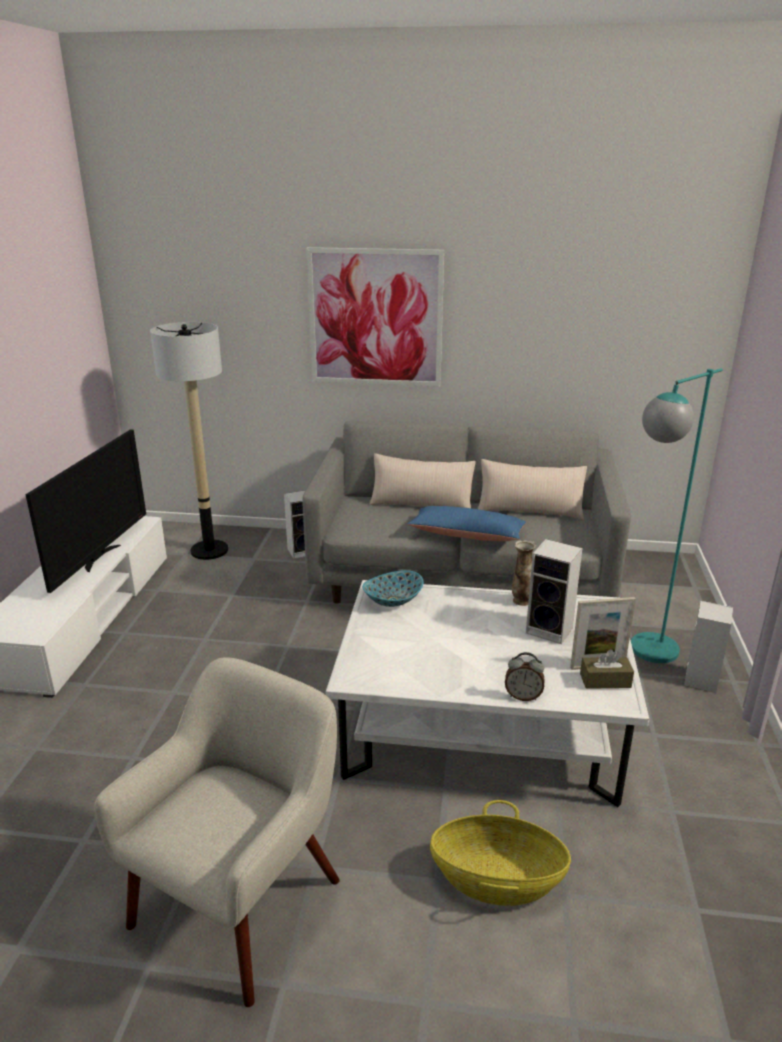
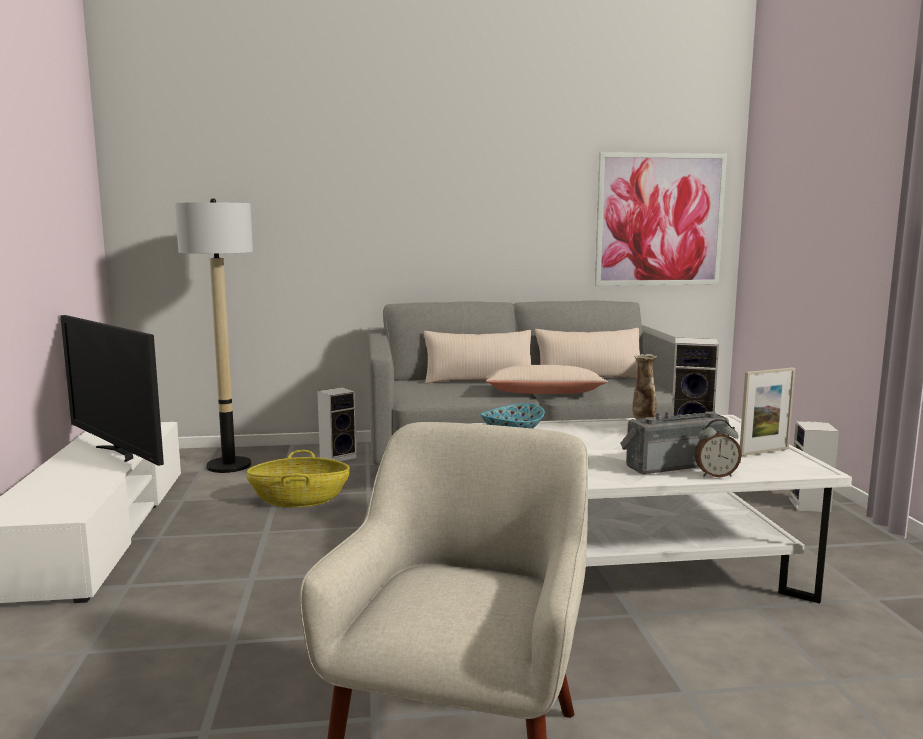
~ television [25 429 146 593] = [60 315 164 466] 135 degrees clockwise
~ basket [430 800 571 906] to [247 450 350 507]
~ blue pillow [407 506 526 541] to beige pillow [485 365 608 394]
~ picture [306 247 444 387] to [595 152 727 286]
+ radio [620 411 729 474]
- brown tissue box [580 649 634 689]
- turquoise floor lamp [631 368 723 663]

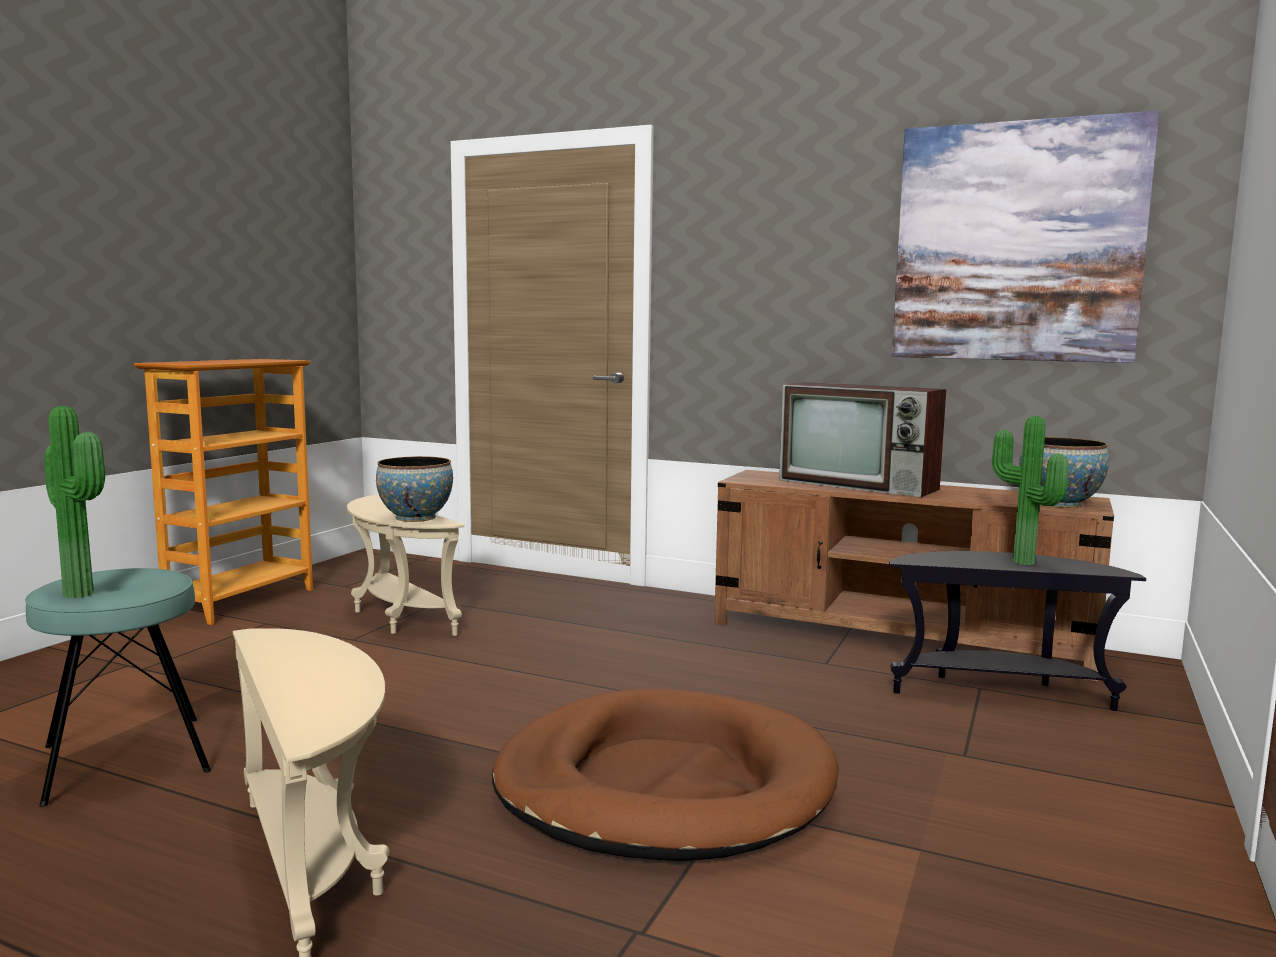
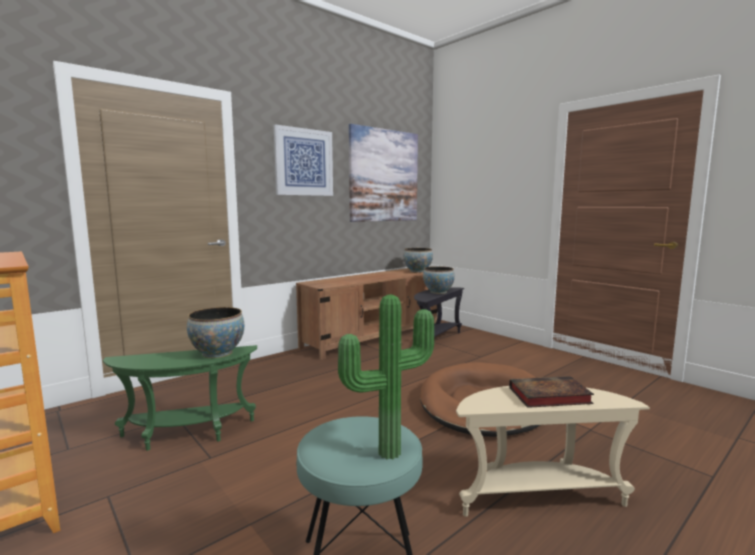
~ beige side table [347 495 464 636] to green side table [103 345 257 451]
+ picture [274 124 333 196]
~ potted plant [992 416 1069 565] to bowl [423 266 455 294]
+ book [509 376 594 408]
- television [779 382 946 497]

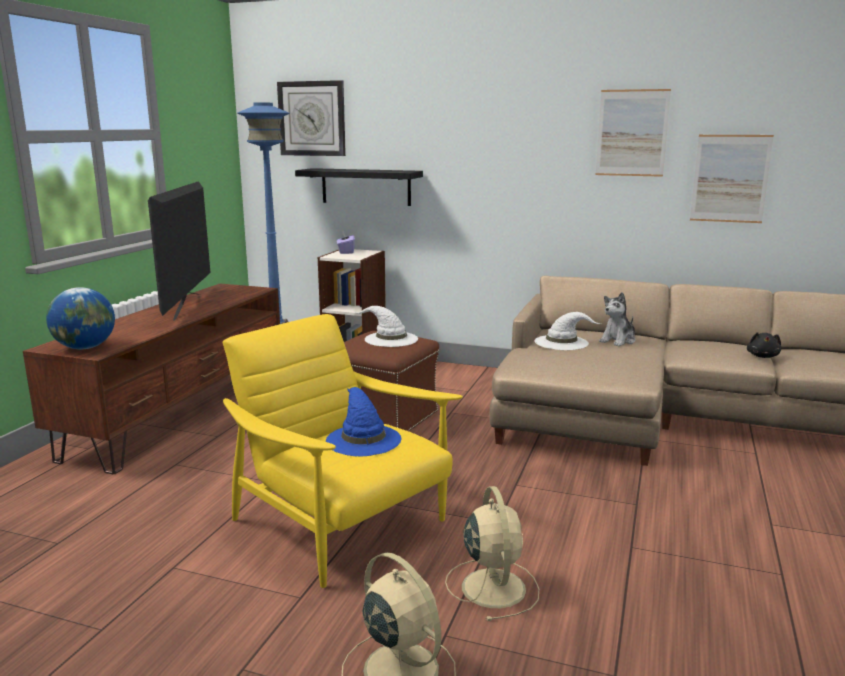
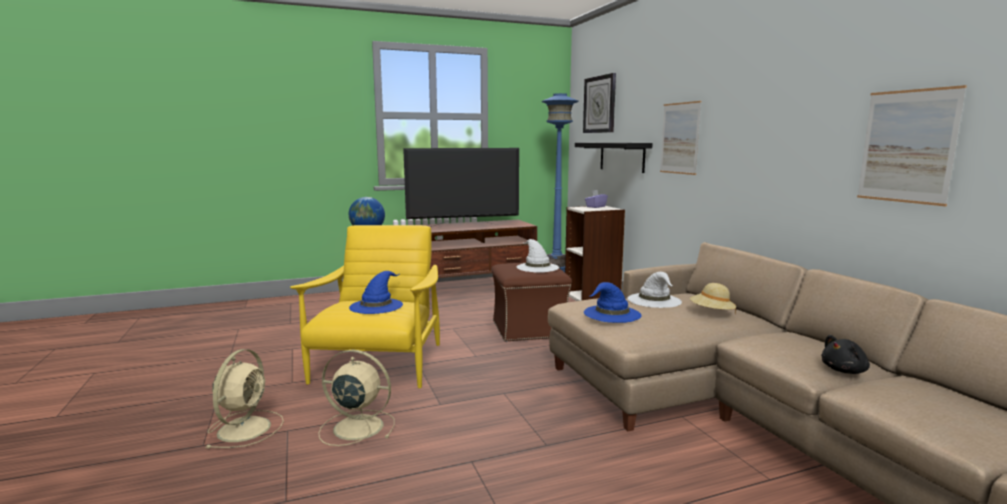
~ beige fan [445 486 539 621] = [318 350 395 446] 120 degrees counterclockwise
~ television [148 181 211 321] = [403 148 519 227] 150 degrees counterclockwise
+ blue hat [584 282 642 323]
~ picture [596 89 671 177] to [660 101 701 175]
~ plush toy [599 292 636 346] to beige hat [690 283 736 314]

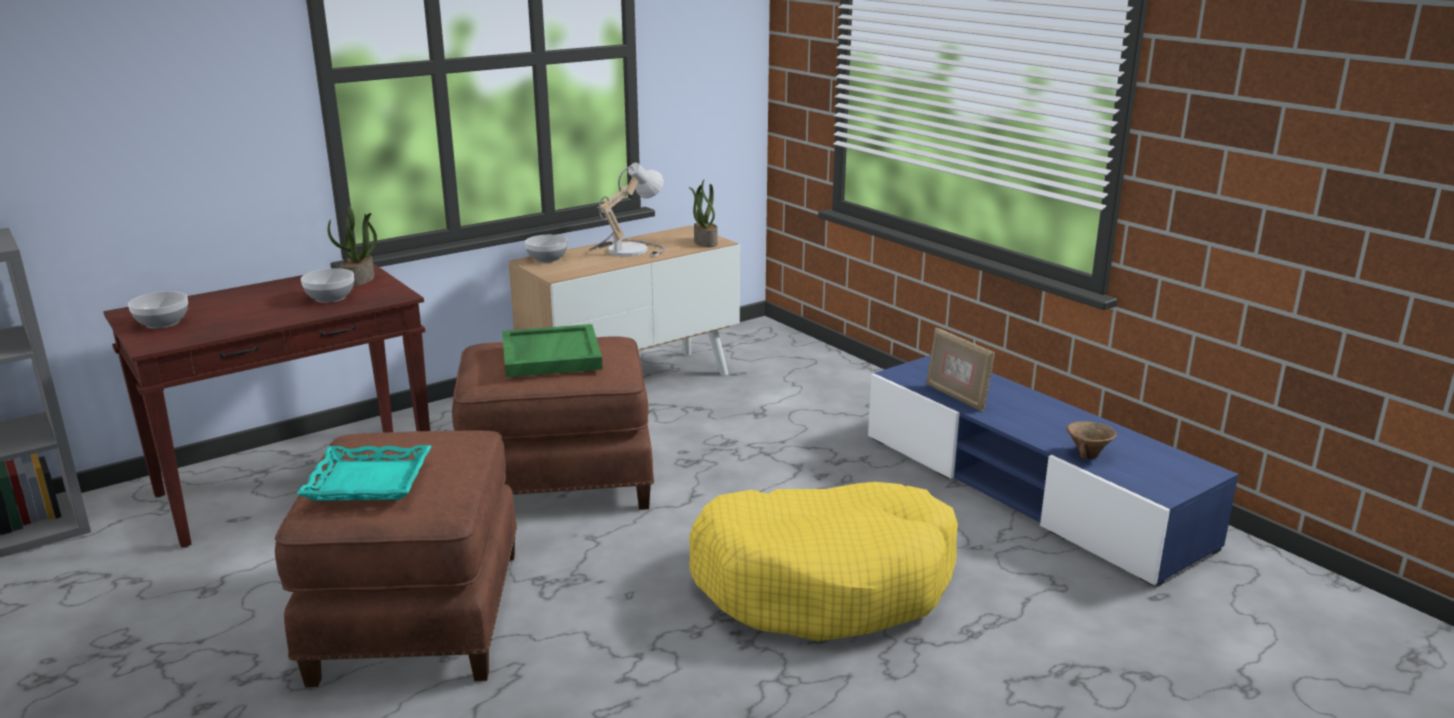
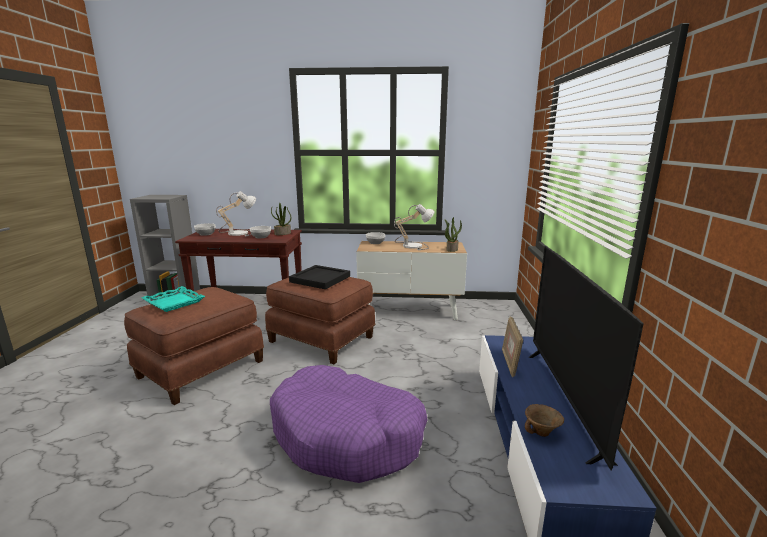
+ table lamp [216 191 256 236]
~ yellow dog bed [689 482 958 641] to purple dog bed [270 365 428 483]
~ green tray [502 324 603 377] to black tray [289 265 350 289]
+ television [529 246 644 470]

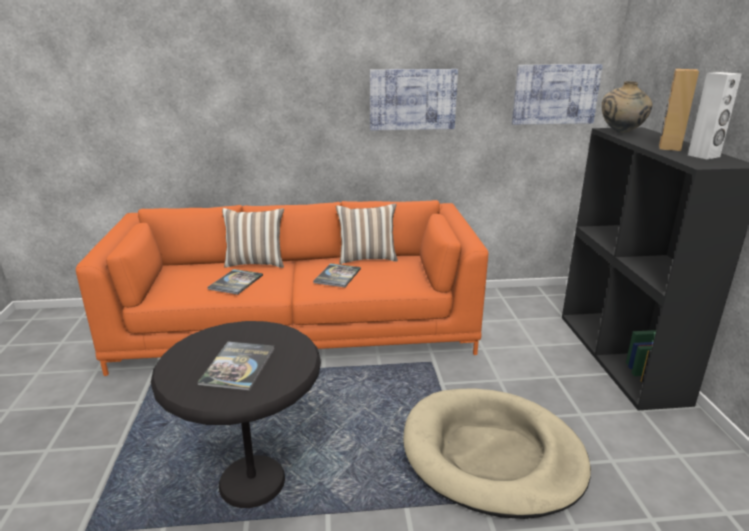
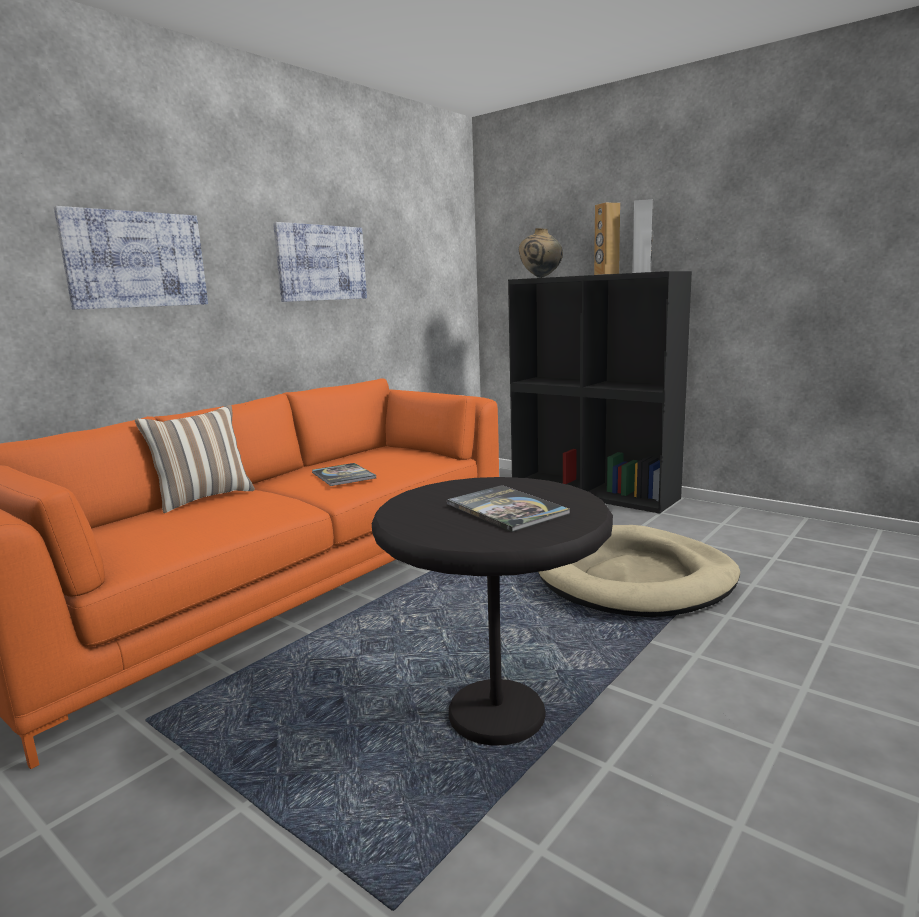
~ picture [512 64 603 125] to [54 206 208 310]
- book [207 269 263 295]
- pillow [336 203 398 264]

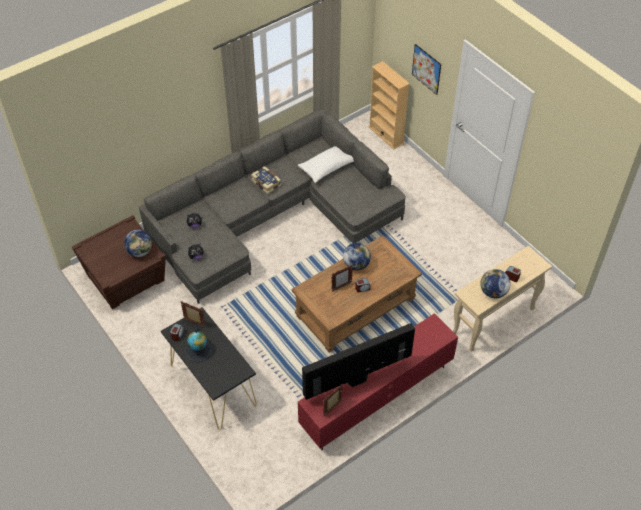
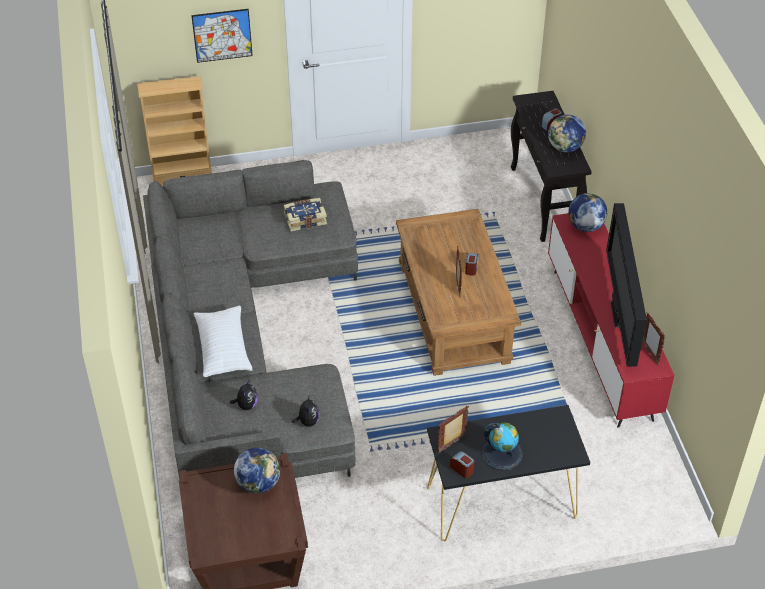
~ white pillow [298 146 354 183] to [194 306 253 377]
~ book [251 166 281 194] to [284 198 327 232]
~ beige console table [453 246 552 352] to black console table [511 91 592 242]
~ globe [343 243 371 270] to [568 193 608 232]

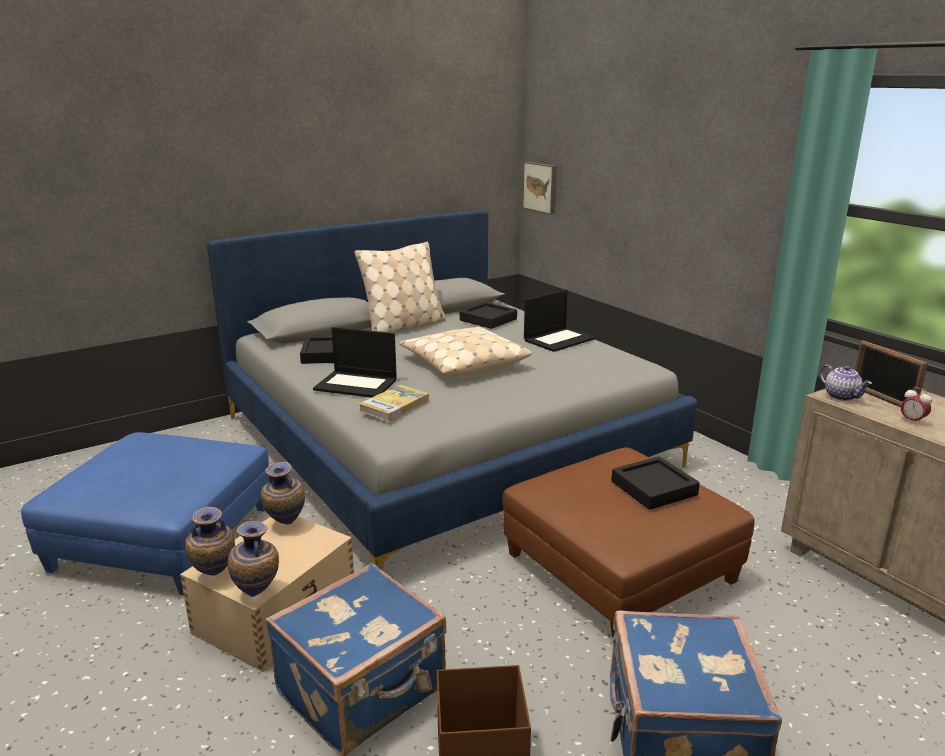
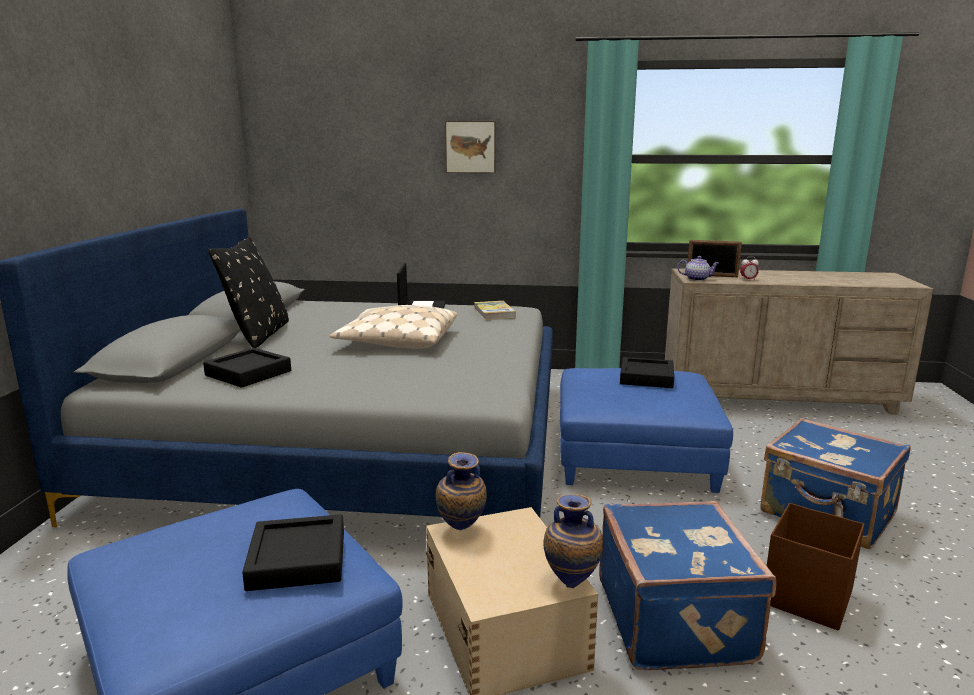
~ beige pillow [355 242 446 333] to black pillow [208 237 289 348]
~ black tray [460 302 517 329] to [242 514 344 591]
~ picture [522 162 557 214] to [445 121 496 173]
~ book [359 385 429 421] to [474 301 516 320]
~ brown ottoman [502 447 754 638] to blue ottoman [560 368 733 493]
- vase [185 507 235 575]
- laptop [313 327 397 398]

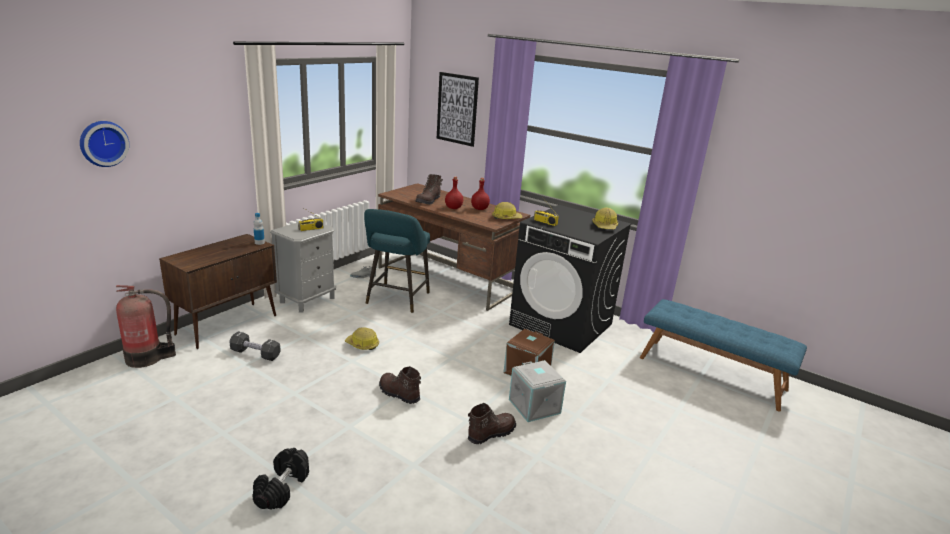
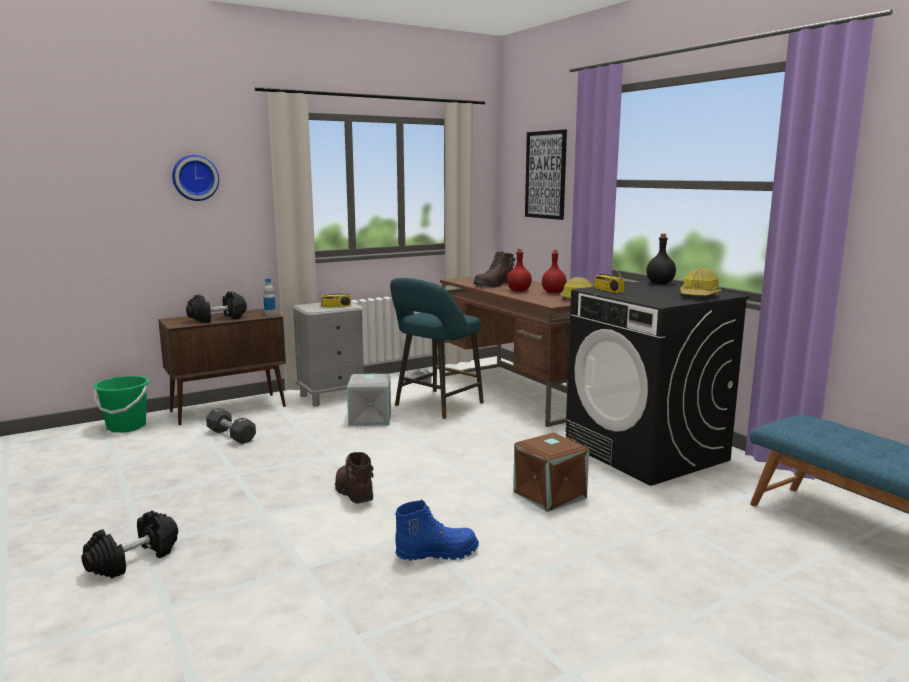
~ fire extinguisher [116 285 176 368] to green bucket [94 376 149 433]
~ wall clock [80 121 129 167] to [172 155 219 201]
+ black dumbbell [186 291 247 323]
~ grey storage box [509 360 566 422] to [347 374 391 426]
~ brown boot [468 403 516 444] to blue boot [395 500 479 560]
+ black bottle [646 234 676 284]
- hard hat [345 327 379 350]

